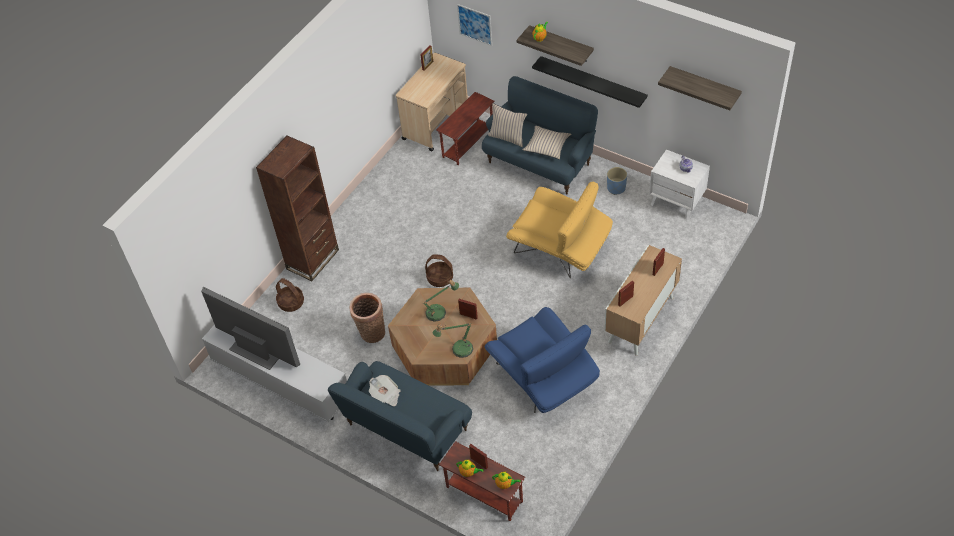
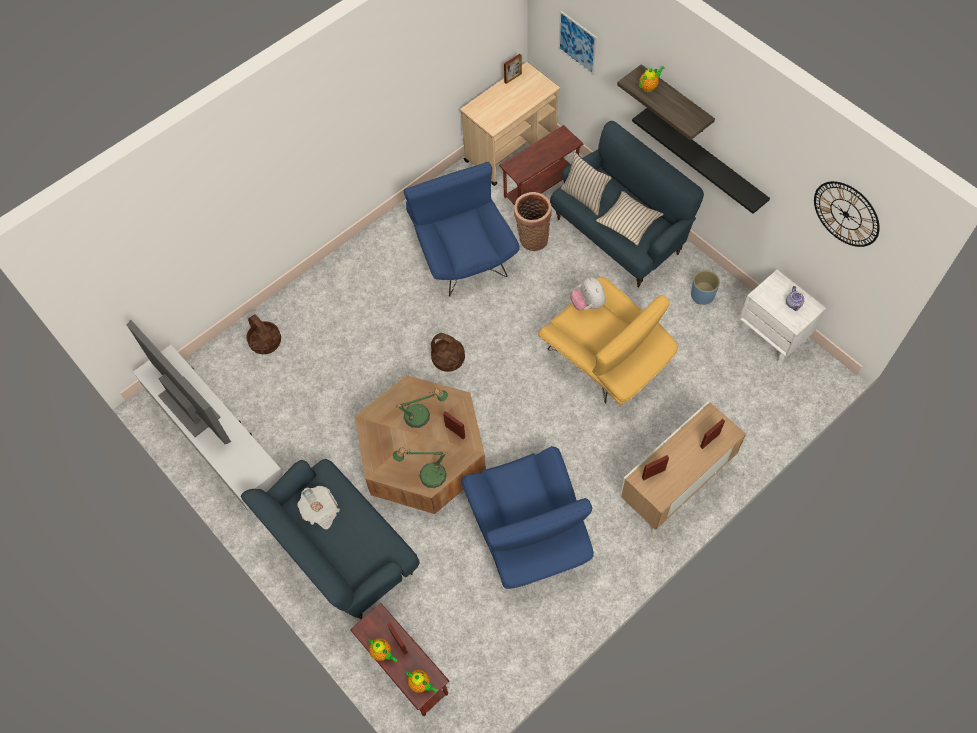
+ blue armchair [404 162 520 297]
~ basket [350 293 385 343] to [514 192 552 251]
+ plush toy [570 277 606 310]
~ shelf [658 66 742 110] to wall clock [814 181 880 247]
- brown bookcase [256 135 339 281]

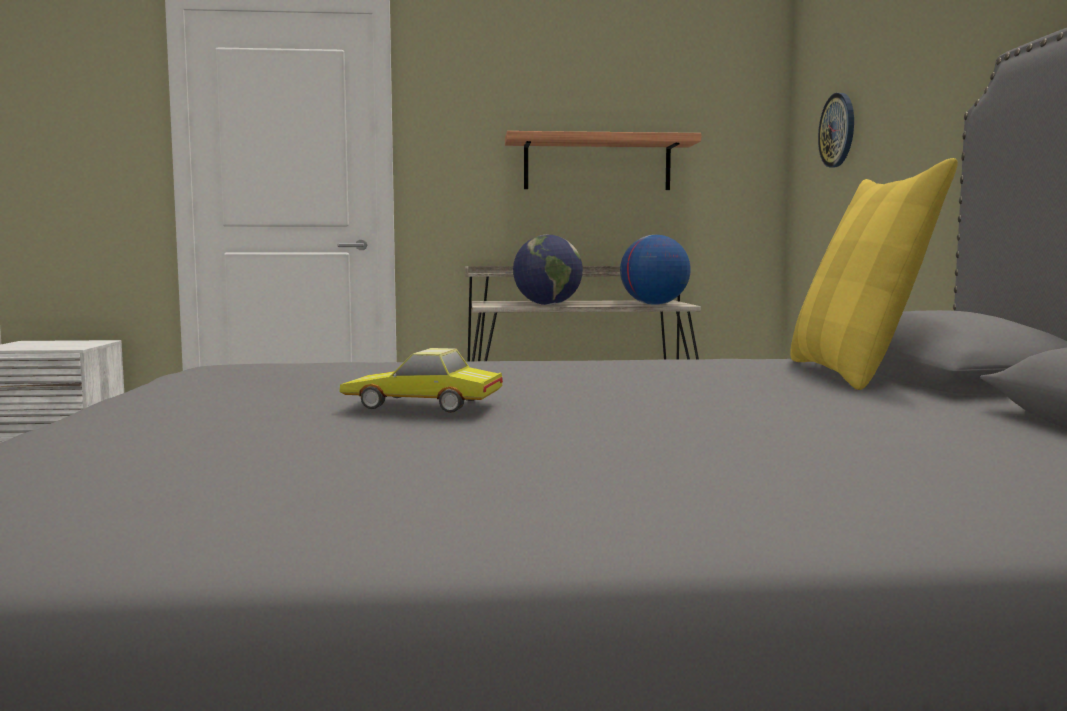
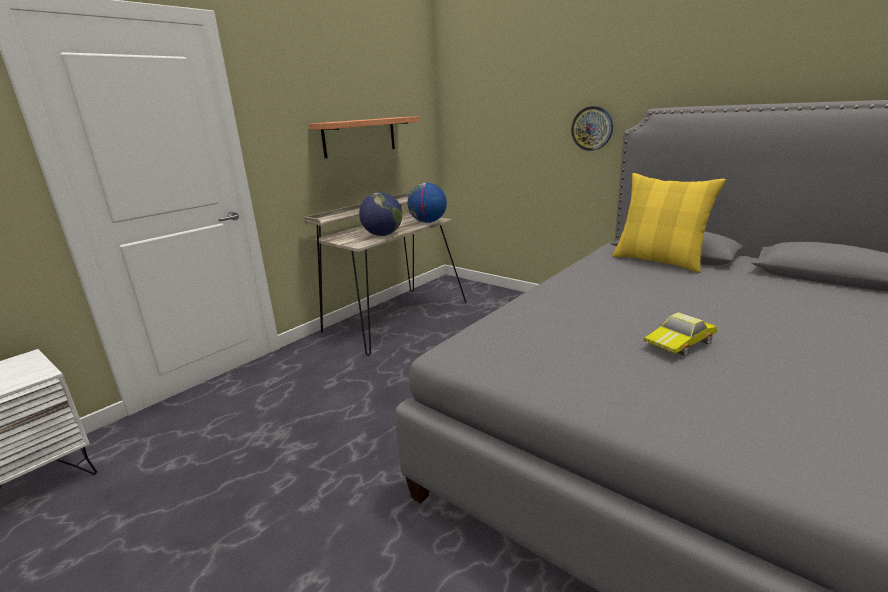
~ wall clock [818 93 854 167] to [571 106 613 151]

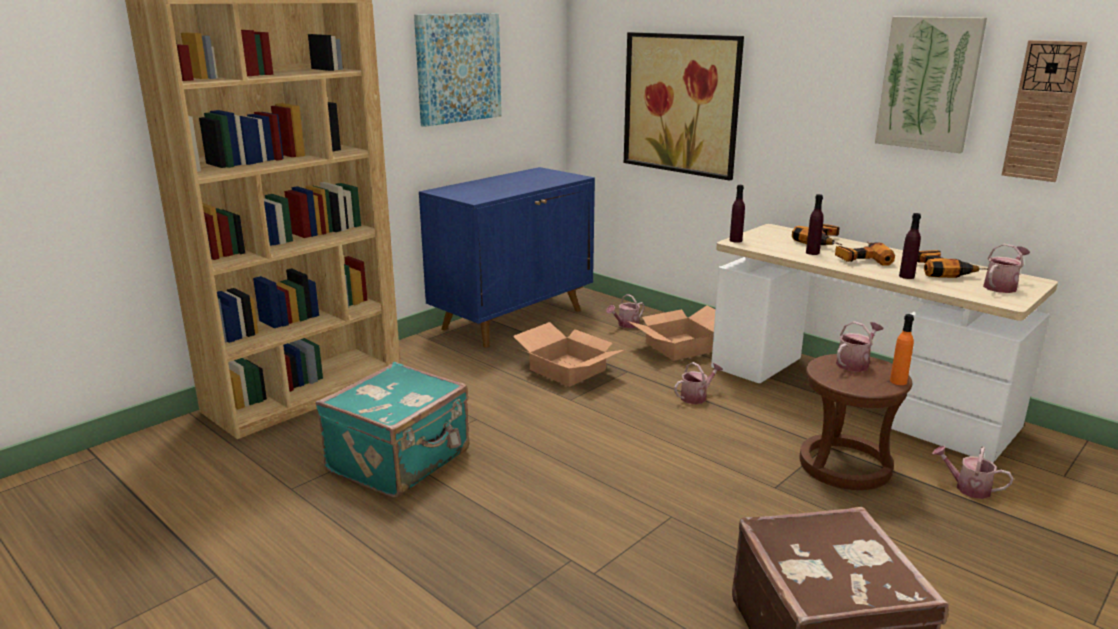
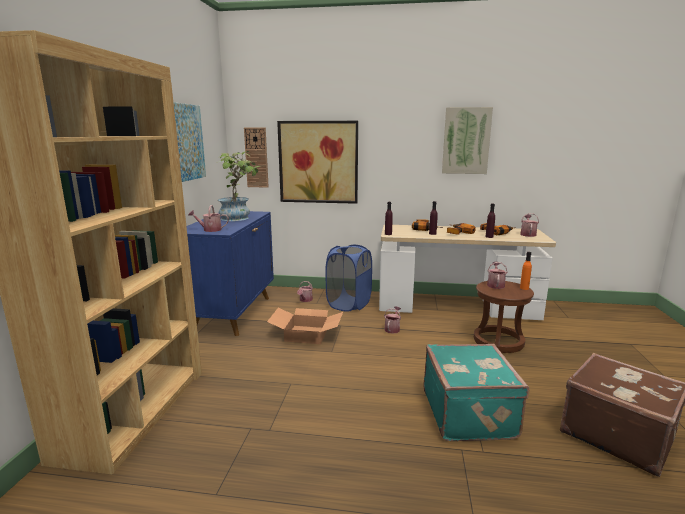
~ watering can [932 446 1014 499] to [188 205 229 232]
+ potted plant [218 151 262 221]
~ wall clock [1002 40 1087 182] to [244 128 269 188]
~ cardboard box [628 305 715 361] to blue laundry basket [325 245 372 312]
~ turquoise suitcase [316 362 469 498] to [424 344 529 441]

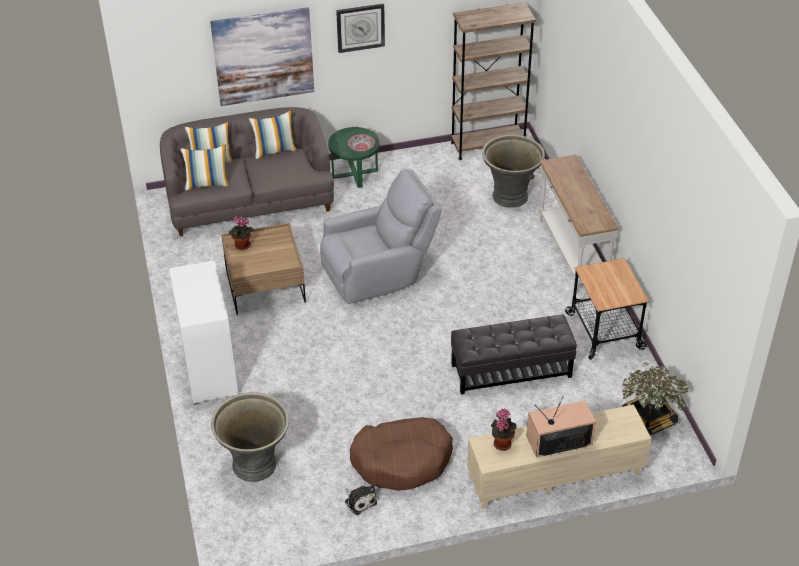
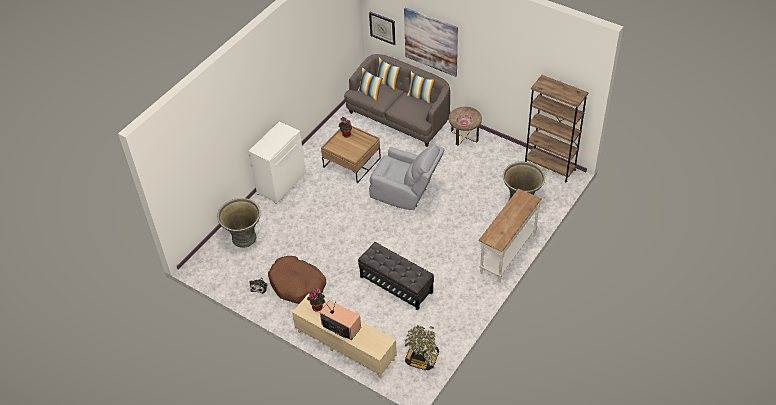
~ wall clock [336 4 385 53] to [369 12 396 45]
~ green side table [328 127 380 188] to brown side table [449 107 482 146]
- cart [565 258 649 360]

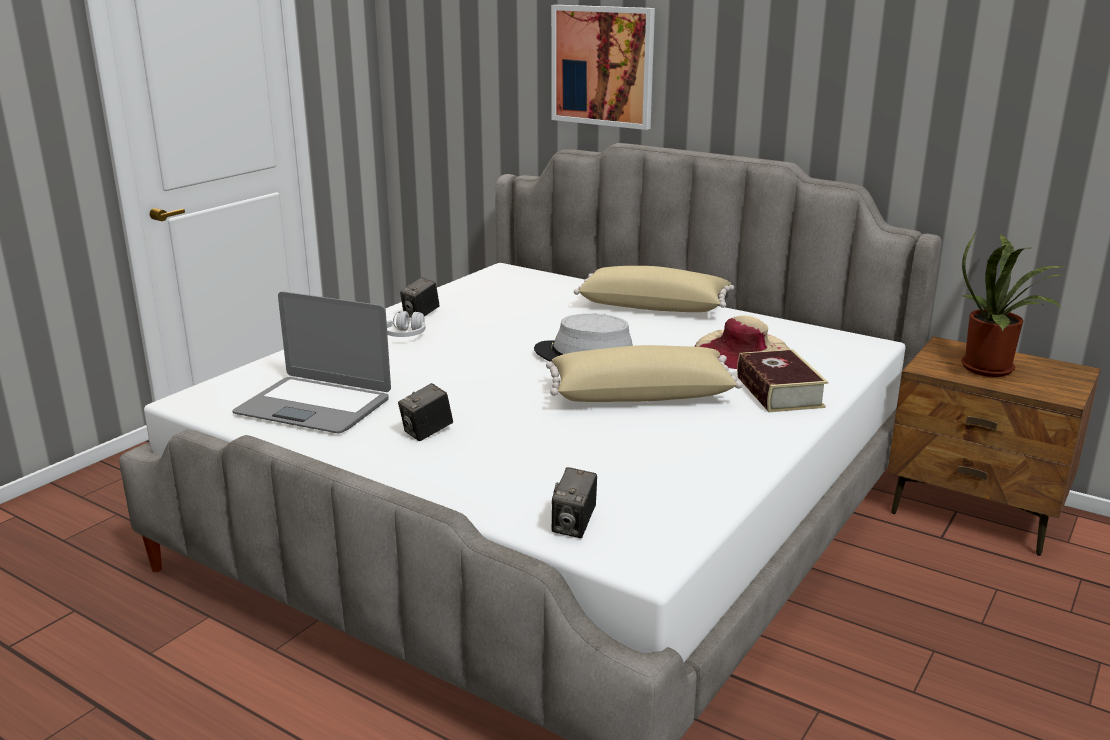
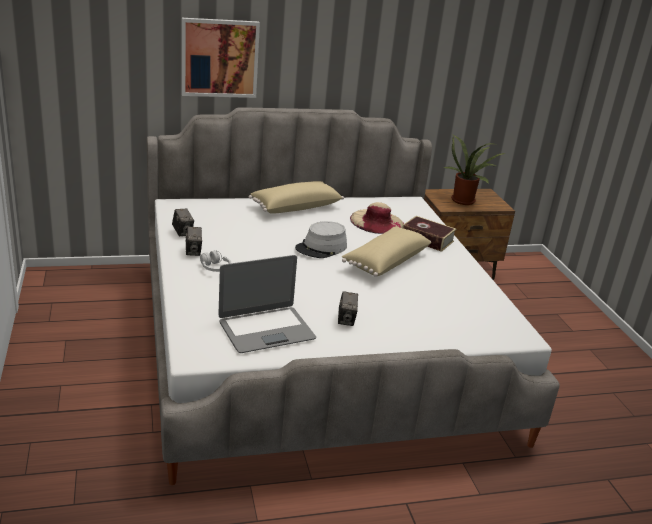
~ photo camera [552 467 597 538] to [172 209 194 236]

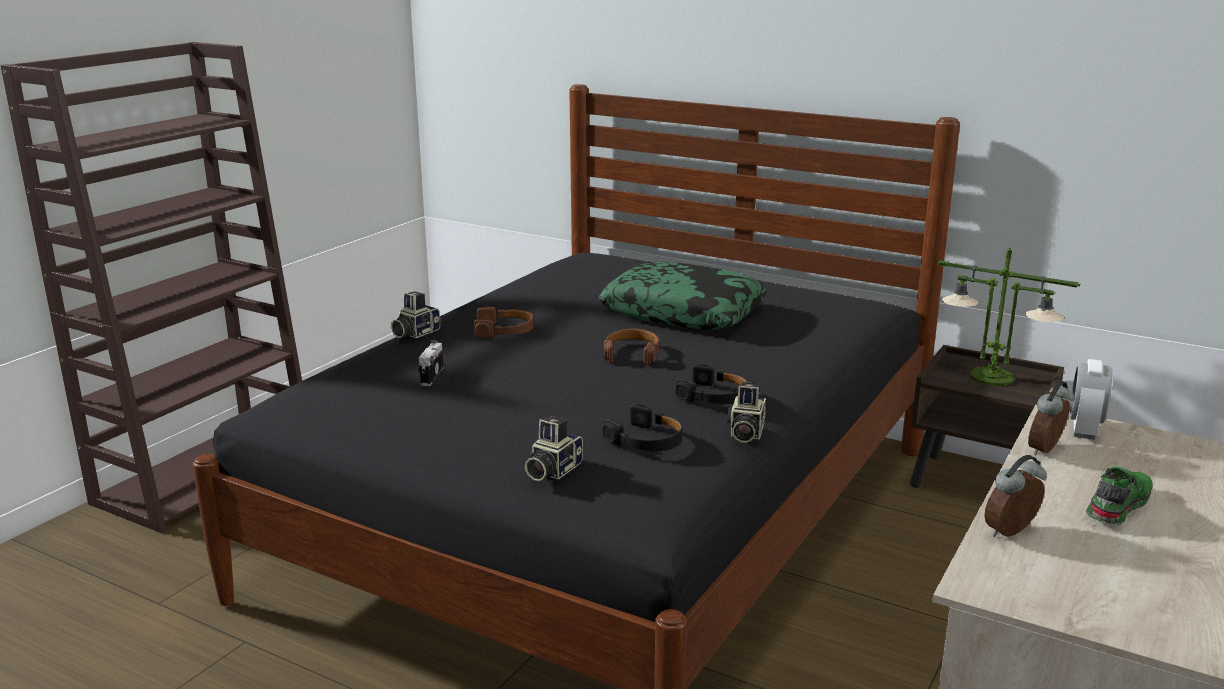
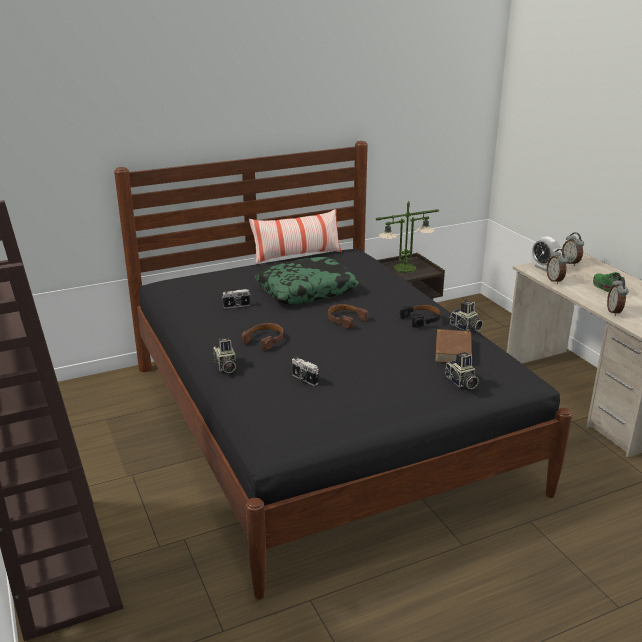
+ photo camera [222 289 251 308]
+ pillow [249 209 342 265]
~ black headphones [603 404 683 451] to brown book [435 329 472 363]
+ alarm clock [562 232 584 266]

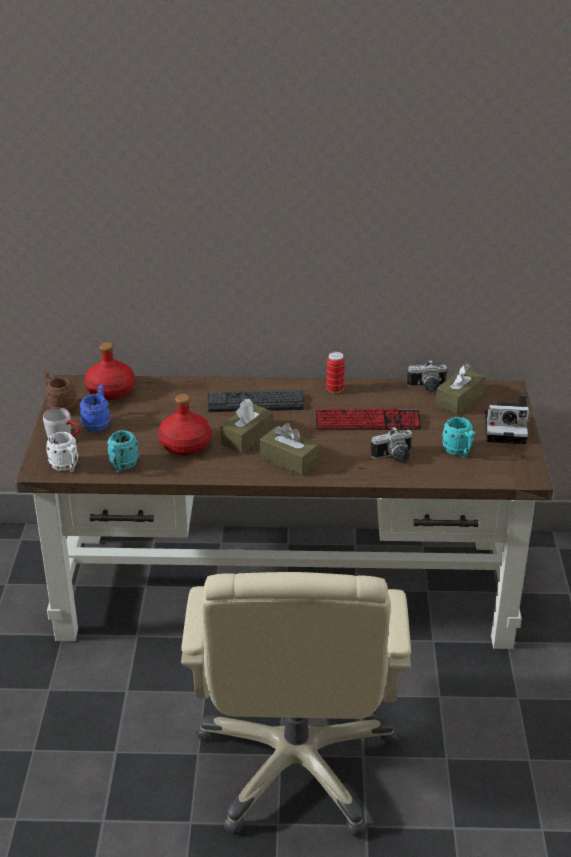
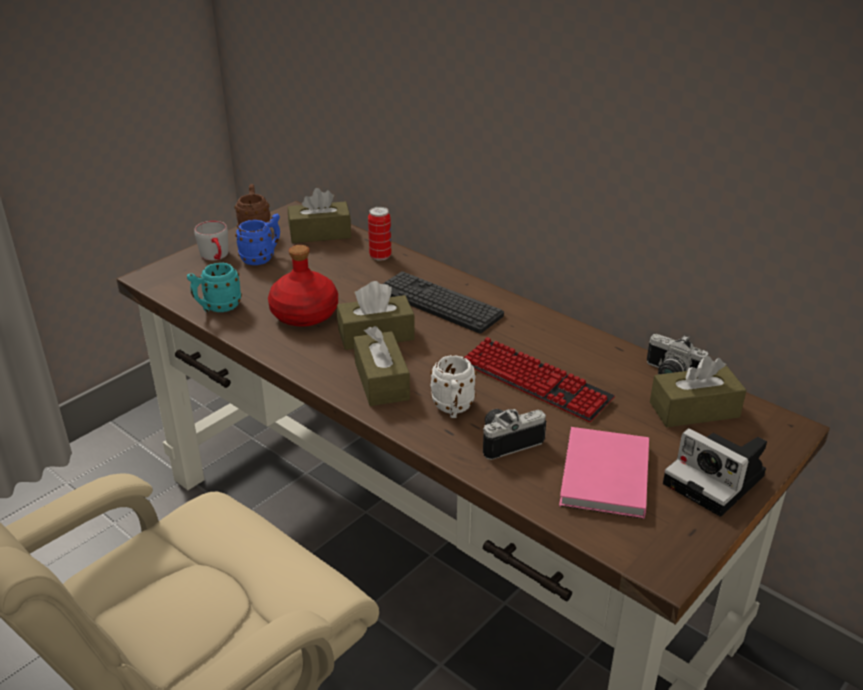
~ red bottle [85 342 135 400] to brown tissue box [288 188 351 243]
~ can [326 352 345 393] to [368 207 391 261]
~ white mug [46 432 79 472] to [430 355 477 418]
~ photo camera [370 427 412 462] = [483 409 546 460] 135 degrees clockwise
~ turquoise mug [442 417 475 458] to pink book [559 427 649 519]

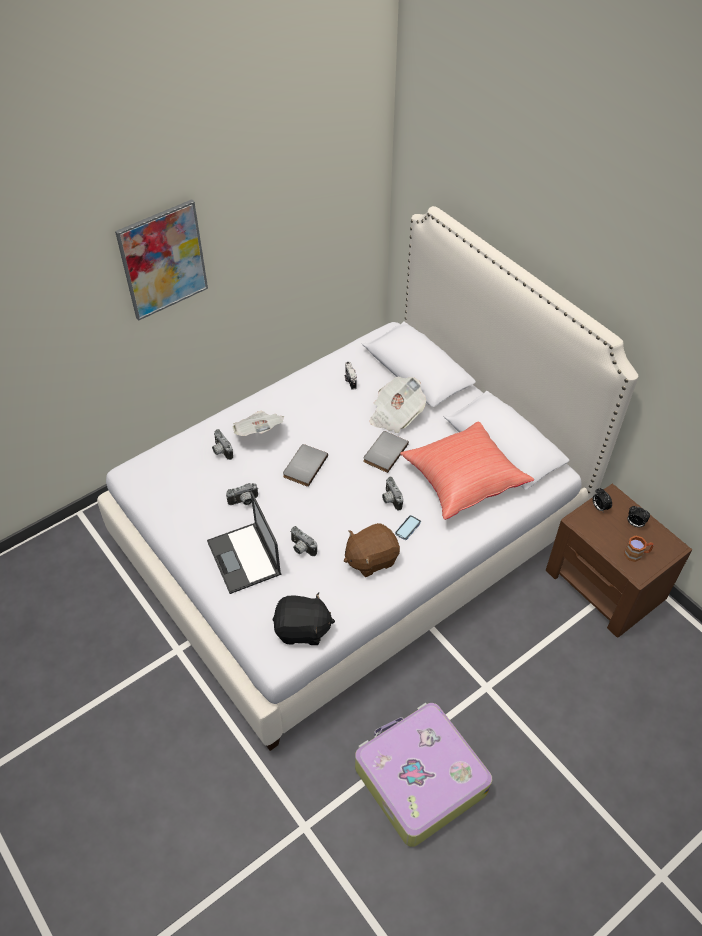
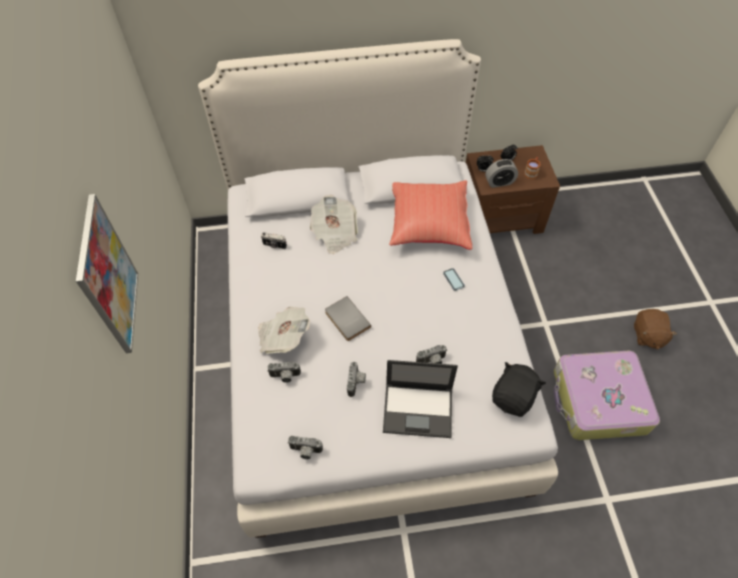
~ photo camera [382 477 403 510] to [288 436 323 459]
+ alarm clock [485 159 518 188]
~ brown plush toy [344 523 400 577] to [634 309 677 350]
- grey book [363 431 409 473]

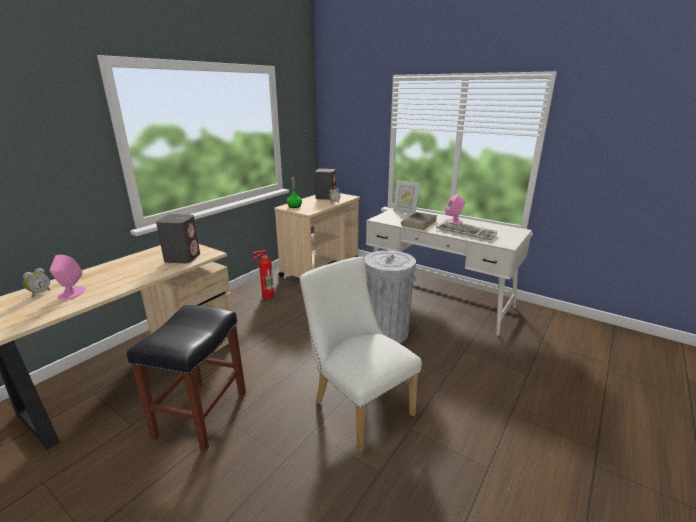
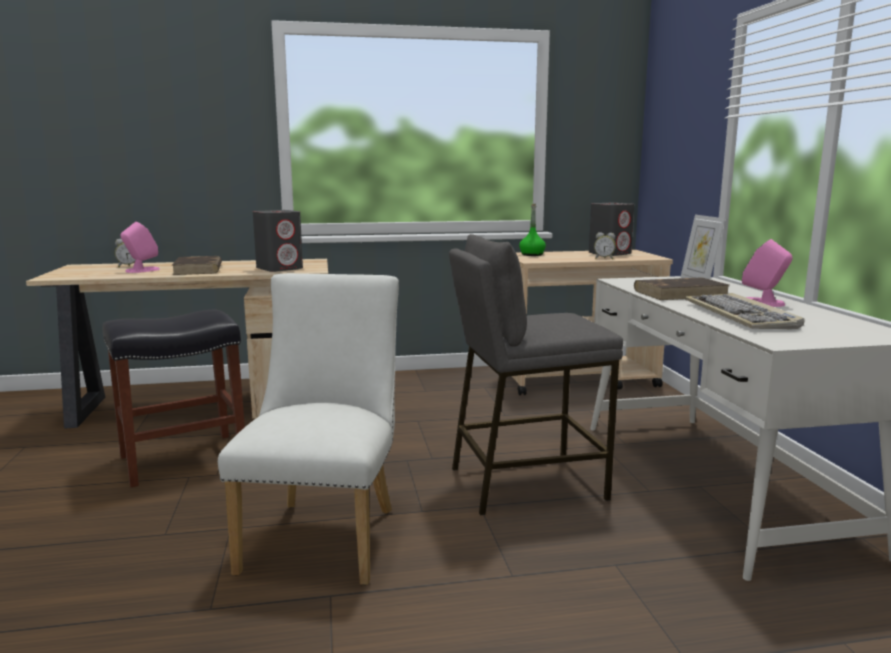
+ brown book [172 256 222 275]
~ grey trash can [364 250 416 343] to grey stool [449 234 623 515]
- fire extinguisher [253 250 274 299]

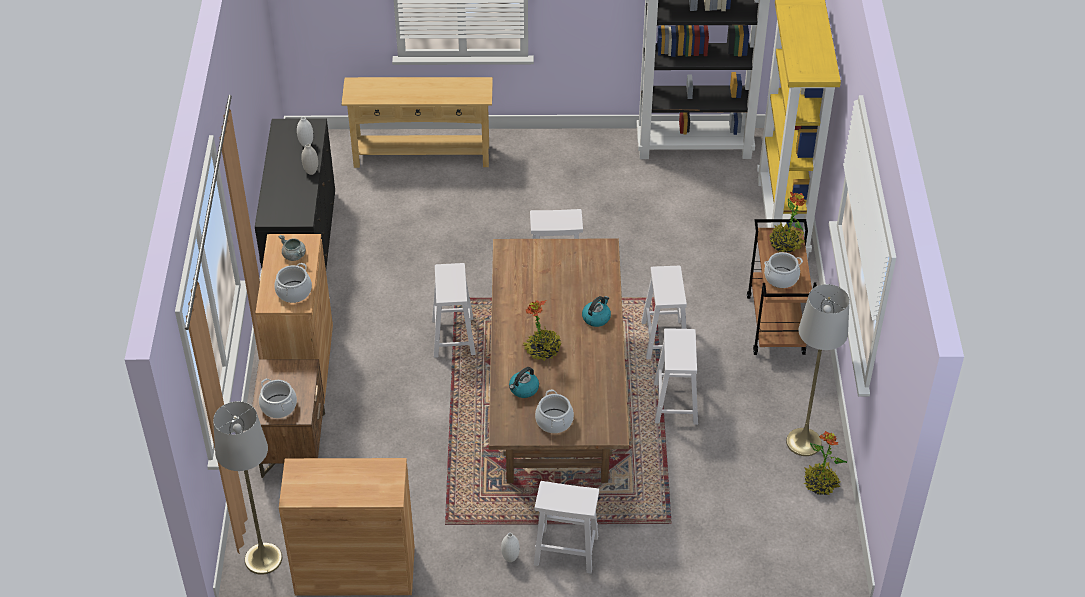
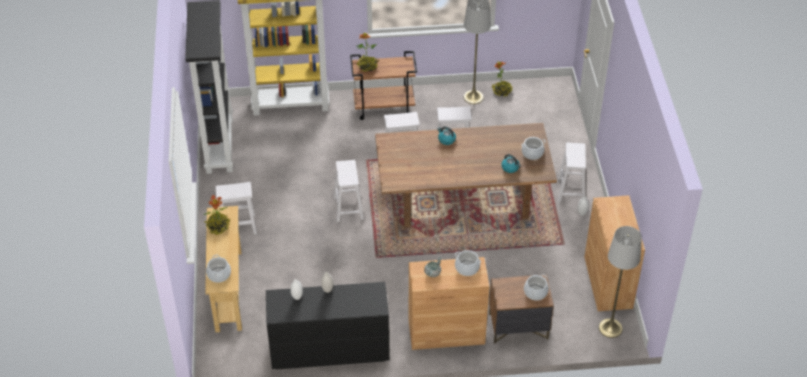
~ potted plant [522 300 562 361] to [203 194 230 236]
~ cooking pot [764 252 803 288] to [206 255 231 283]
~ white stool [432 263 476 358] to [215 182 257 234]

